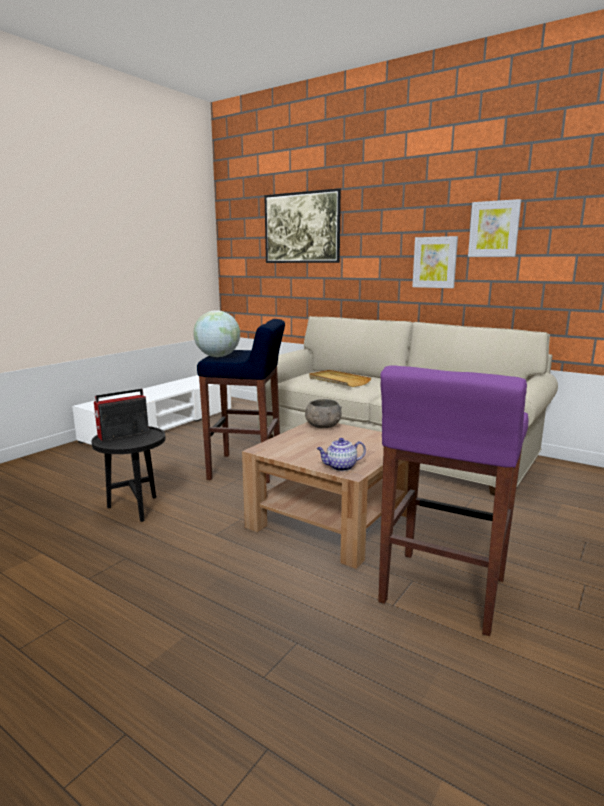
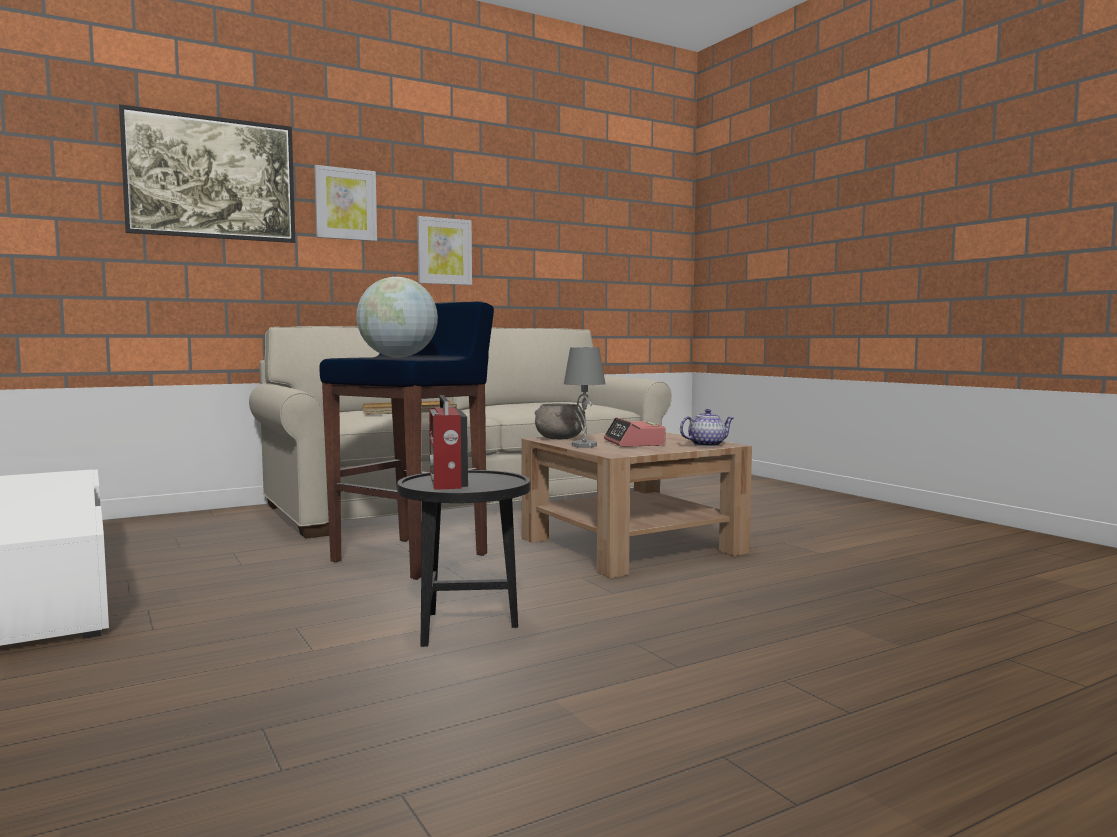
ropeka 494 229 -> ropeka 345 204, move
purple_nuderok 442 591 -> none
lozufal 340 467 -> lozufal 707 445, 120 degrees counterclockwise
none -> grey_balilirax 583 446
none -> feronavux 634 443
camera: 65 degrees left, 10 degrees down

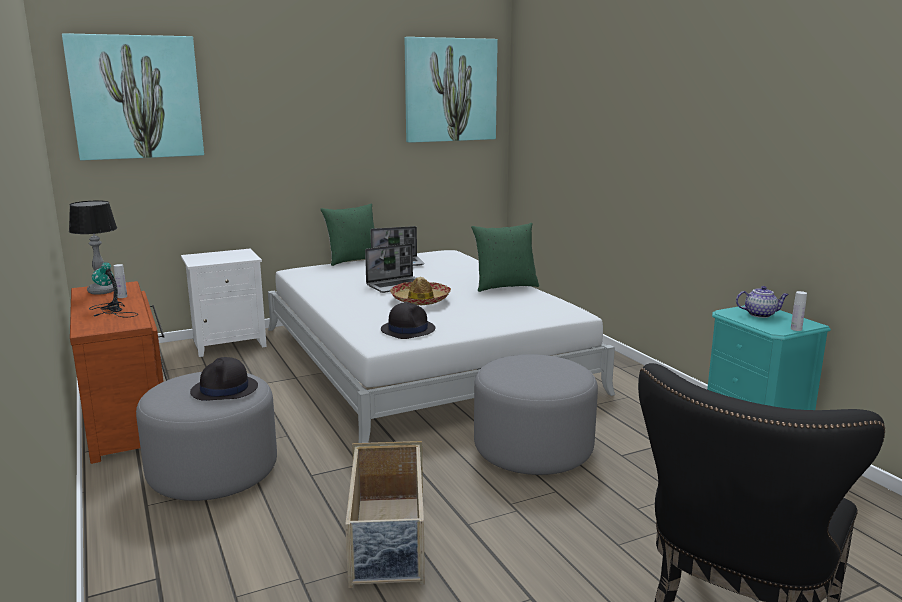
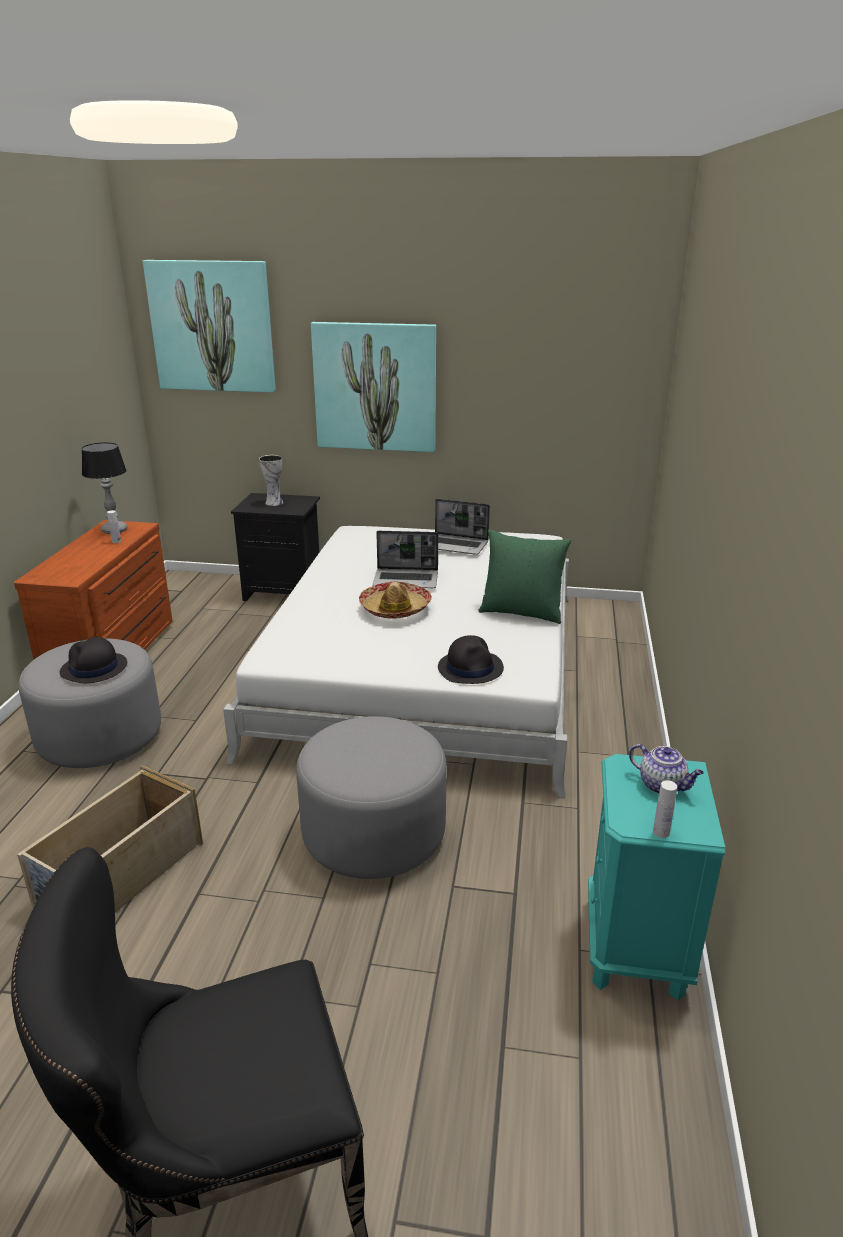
ropeka 450 90 -> ropeka 375 387, move
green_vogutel 353 260 -> none
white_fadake 229 343 -> black_fadake 285 591
balilirax 112 310 -> none
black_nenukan 408 329 -> black_nenukan 470 668, move
none -> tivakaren 274 502
camera: 35 degrees right, 10 degrees up

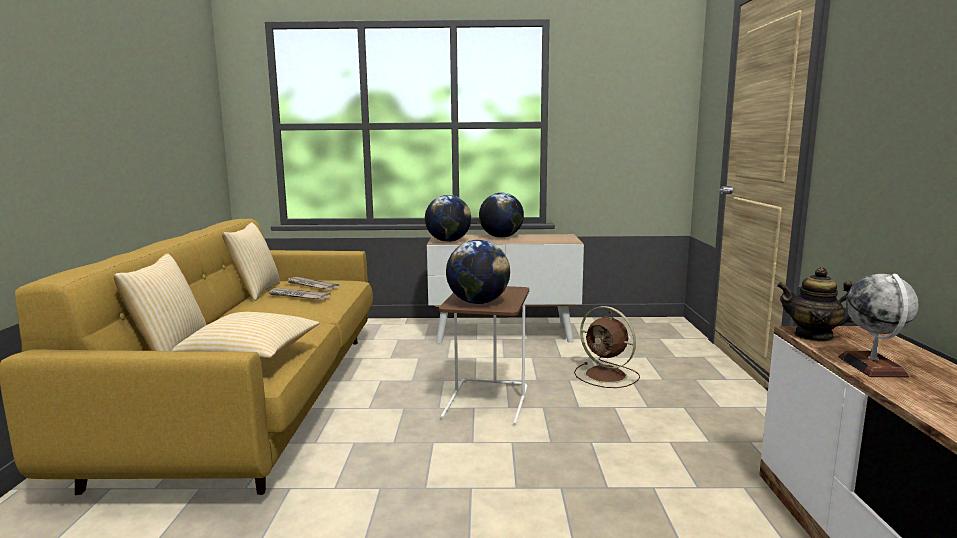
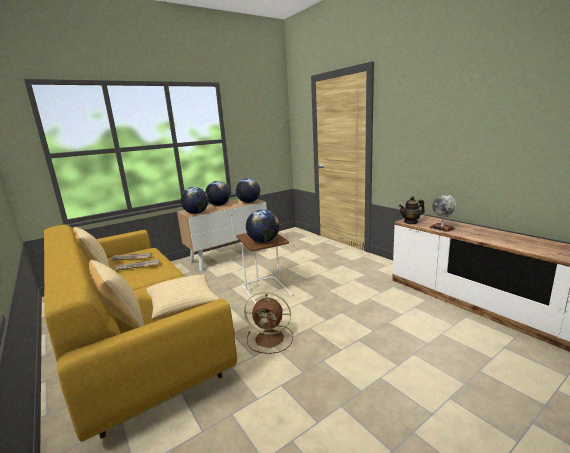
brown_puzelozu 607 375 -> brown_puzelozu 271 339, move
none -> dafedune 249 202
camera: 35 degrees left, 5 degrees up

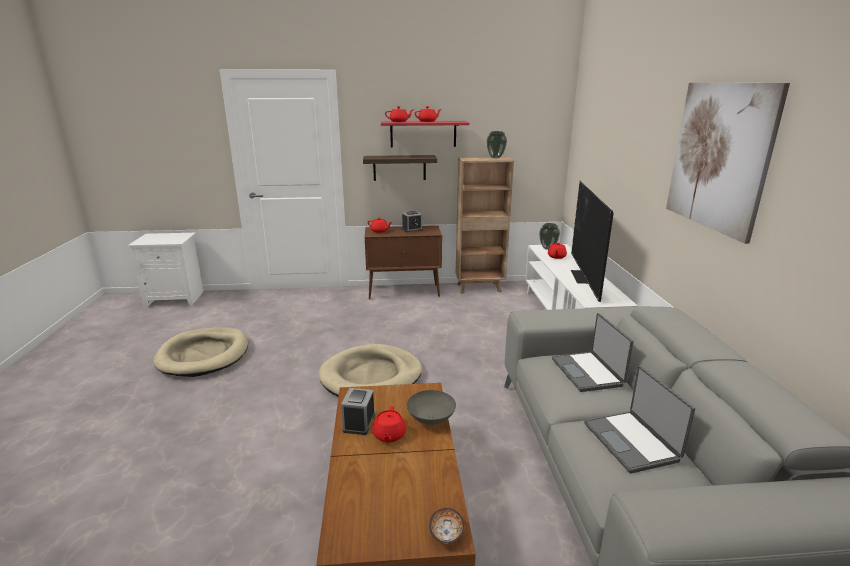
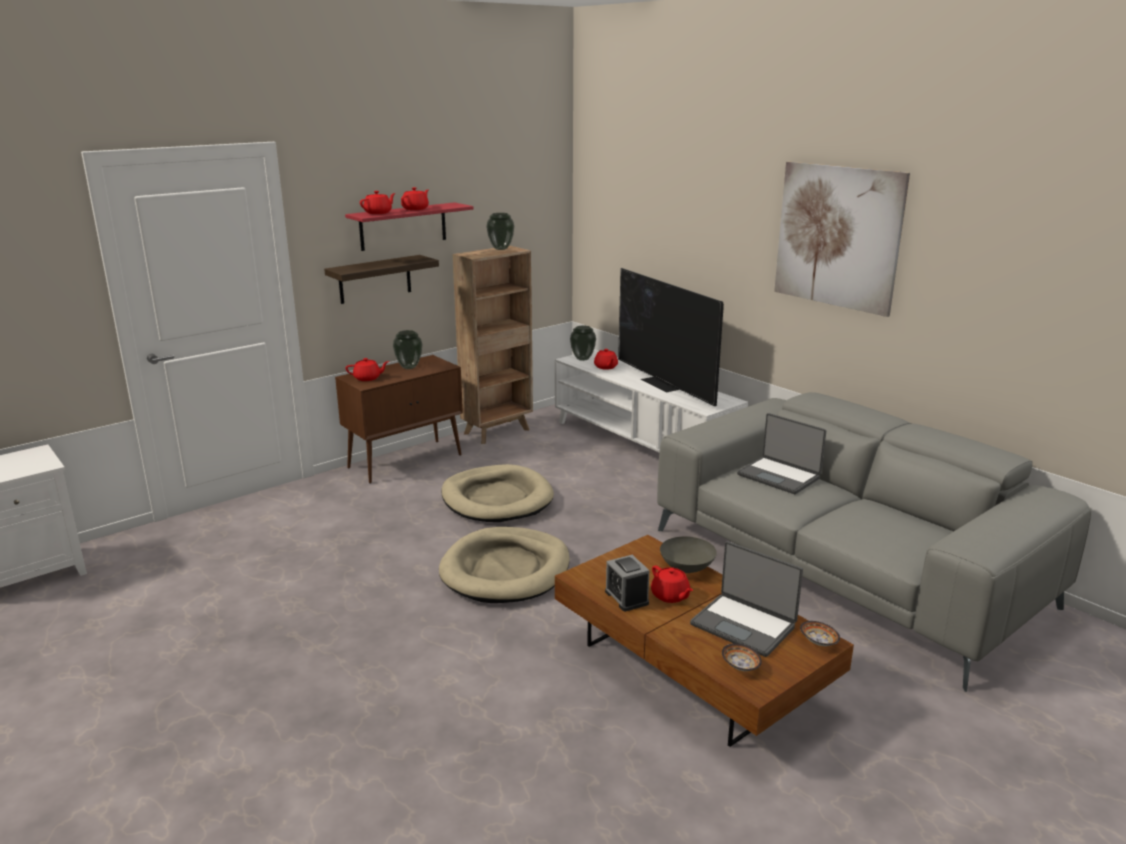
feronavux 412 229 -> tivakaren 409 367
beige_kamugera 204 355 -> beige_kamugera 497 499, move
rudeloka 632 441 -> rudeloka 744 625, move
none -> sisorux 740 666
camera: 35 degrees left, 0 degrees up

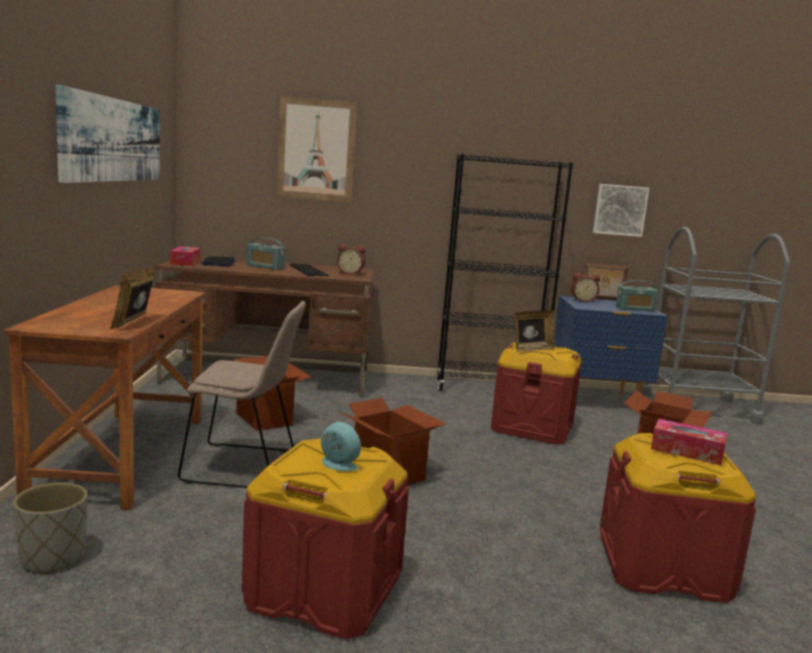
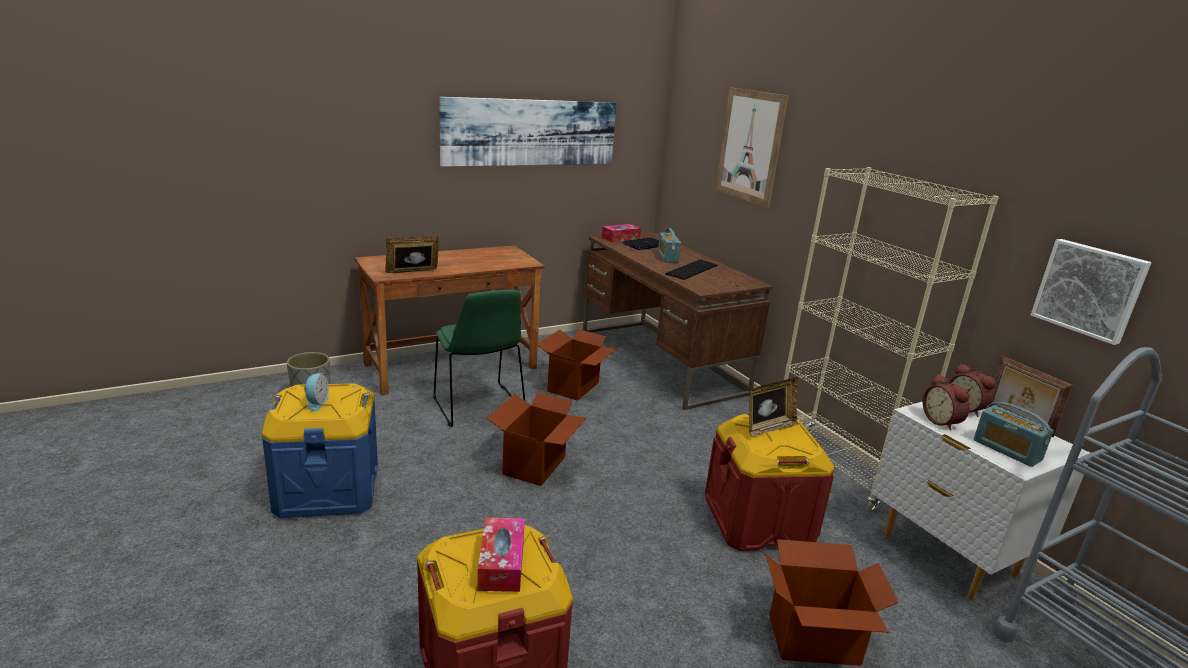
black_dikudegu 488 388 -> beige_dikudegu 837 468
feronavux 350 273 -> feronavux 942 421, move
blue_fadake 597 400 -> white_fadake 947 556
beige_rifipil 244 467 -> green_rifipil 479 407
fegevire 531 349 -> fegevire 768 428, 60 degrees counterclockwise
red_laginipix 323 591 -> blue_laginipix 327 489
camera: 60 degrees right, 10 degrees up

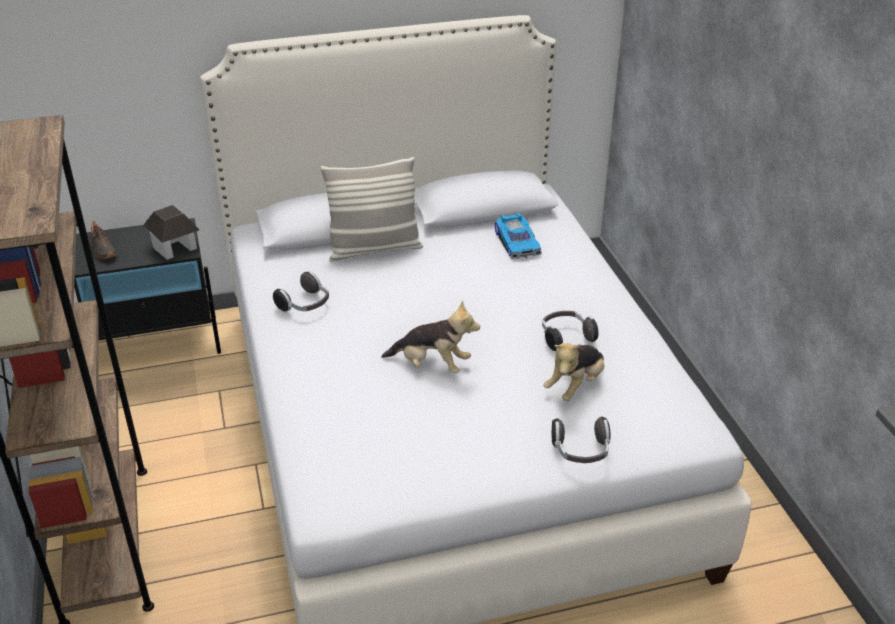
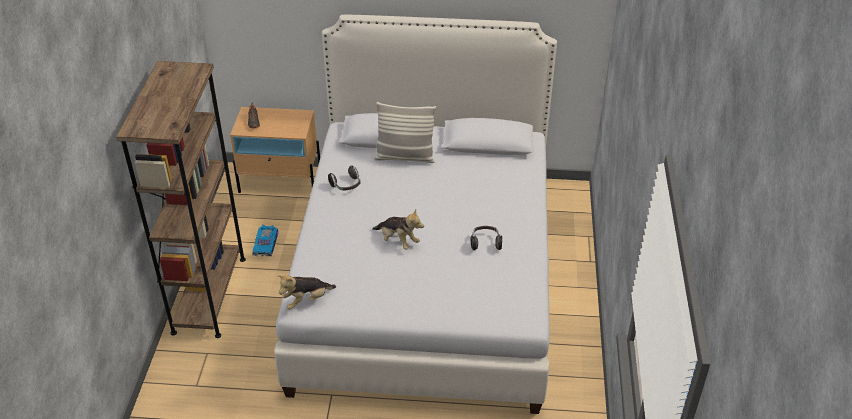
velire 175 248 -> none
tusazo 518 242 -> tusazo 266 244, move
black_fadake 157 344 -> beige_fadake 280 182
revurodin 575 385 -> revurodin 306 300, move
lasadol 581 452 -> none
camera: 20 degrees right, 5 degrees up

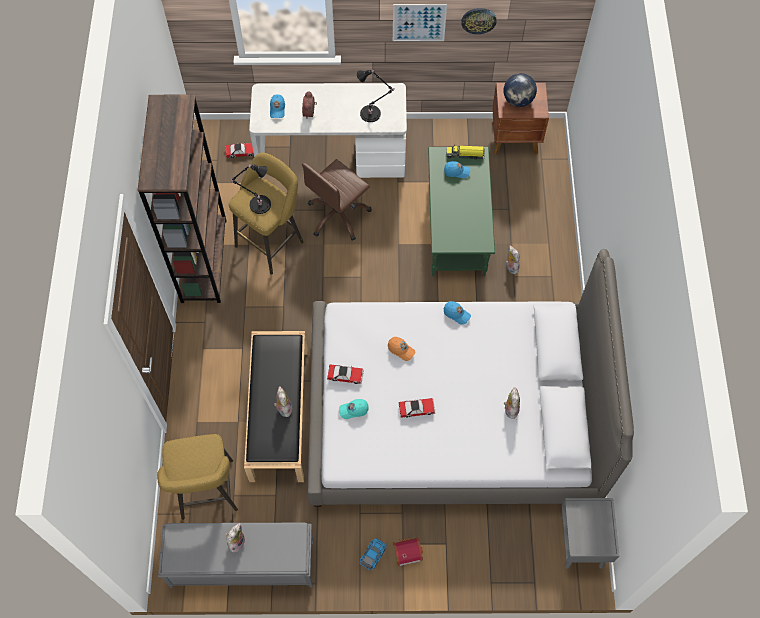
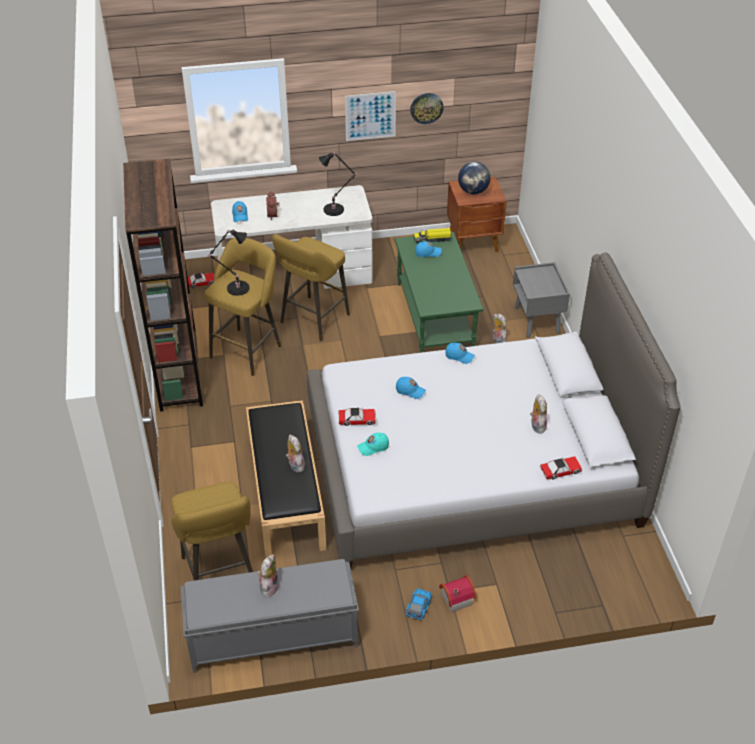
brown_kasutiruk 338 215 -> yellow_nuderok 312 320
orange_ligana 401 350 -> blue_ligana 410 391
tusazo 417 409 -> tusazo 560 471, move
grey_fadake 582 542 -> grey_fadake 537 321, move
camera: 10 degrees left, 20 degrees down

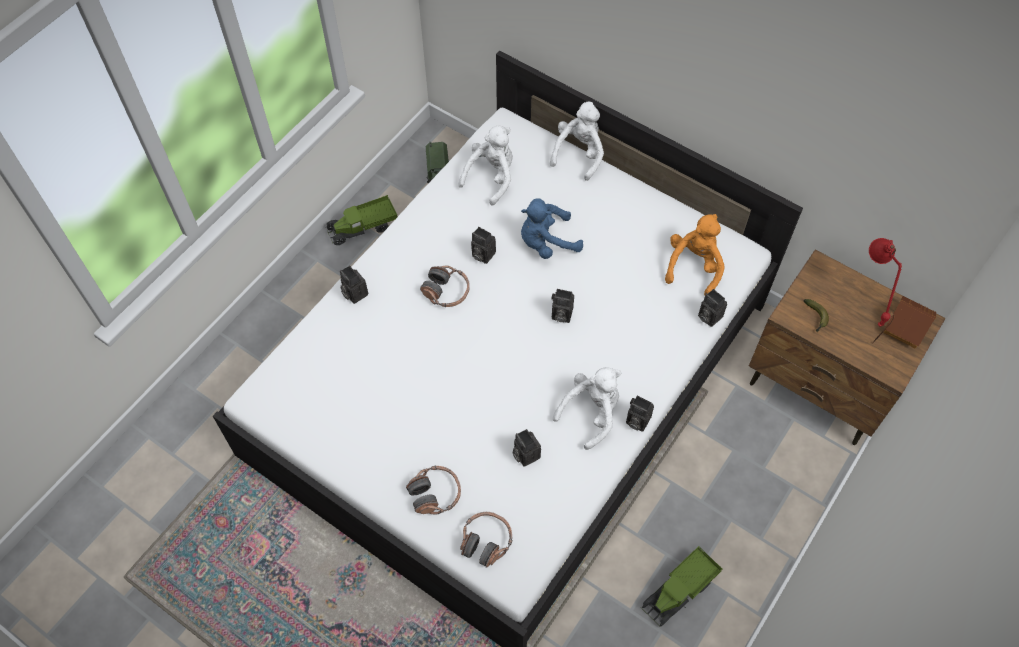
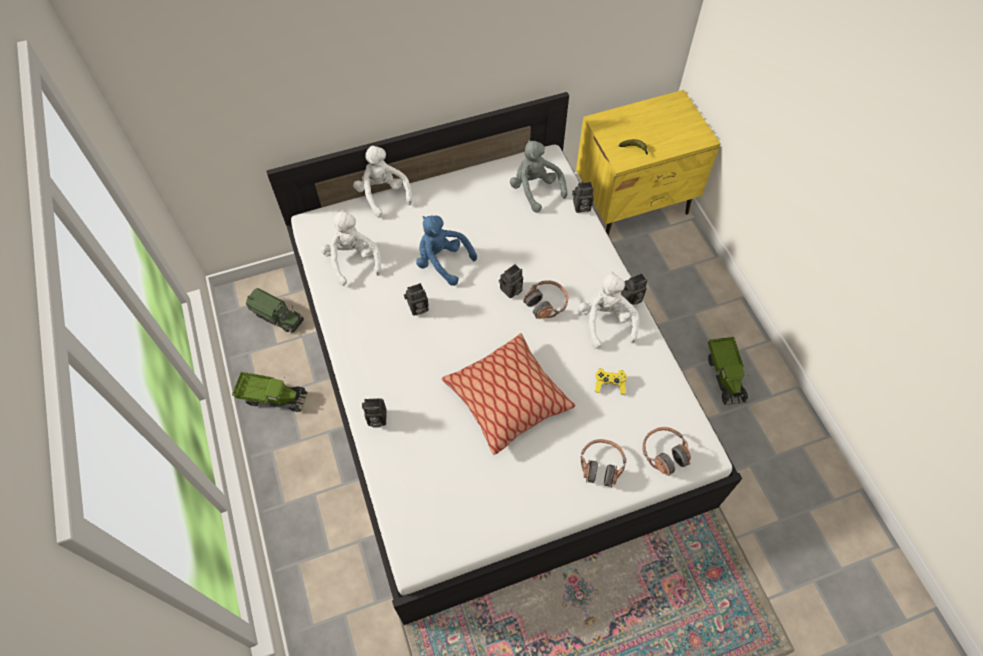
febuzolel 363 228 -> febuzolel 273 397, 90 degrees counterclockwise
blue_revurodin 546 242 -> blue_revurodin 442 261, 105 degrees clockwise
orange_revurodin 694 266 -> grey_revurodin 535 190
red_balilirax 860 319 -> none
brown_fadake 820 385 -> yellow_fadake 634 202
lasadol 446 292 -> lasadol 546 303, move
velire 907 327 -> none
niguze 525 454 -> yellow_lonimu 609 384
none -> vogutel 507 398
camera: 55 degrees left, 0 degrees up

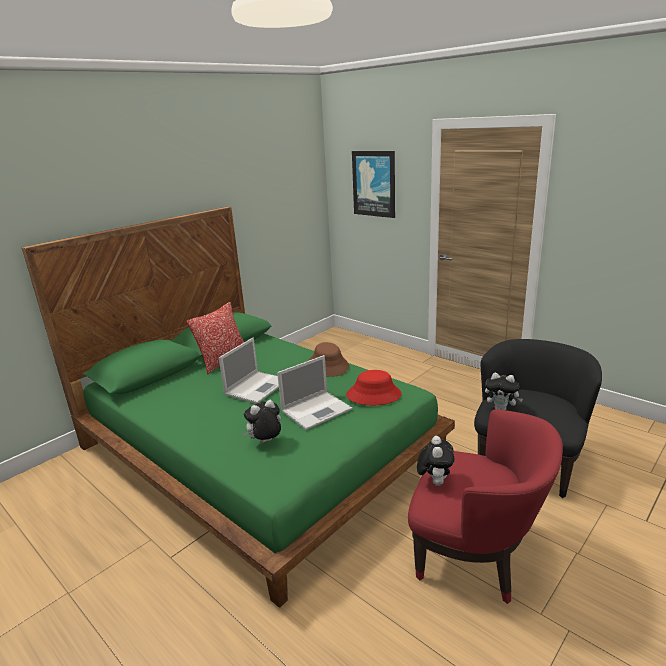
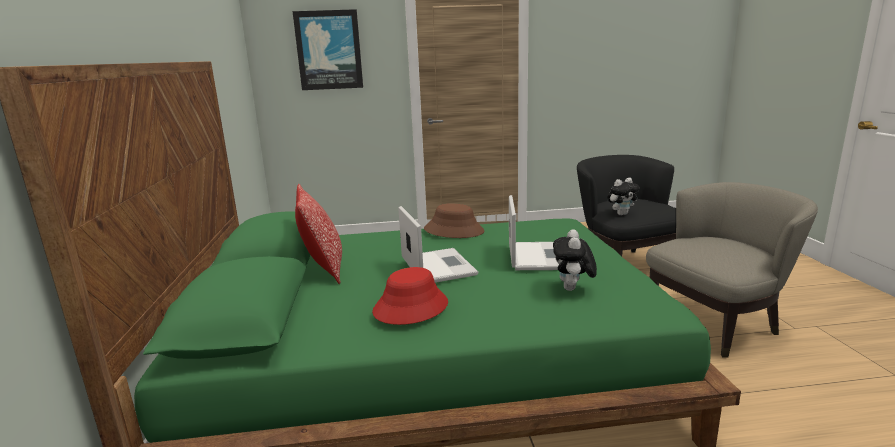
red_nenukan 373 395 -> red_nenukan 410 307, move
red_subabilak 476 556 -> beige_subabilak 716 324
revurodin 434 481 -> none
camera: 50 degrees left, 5 degrees down

